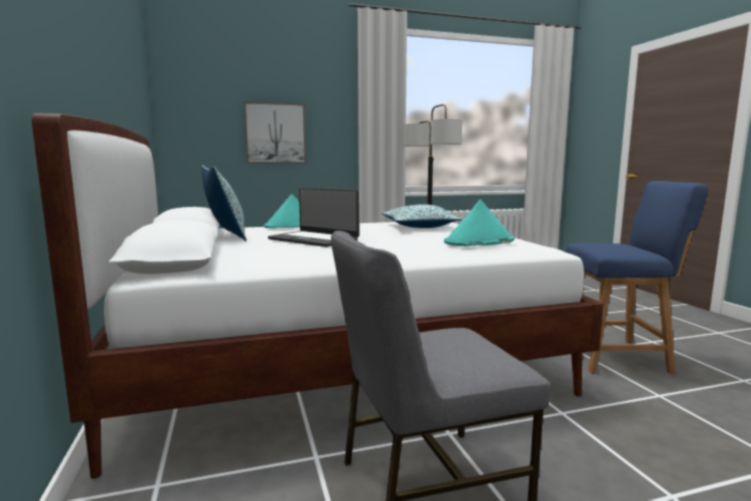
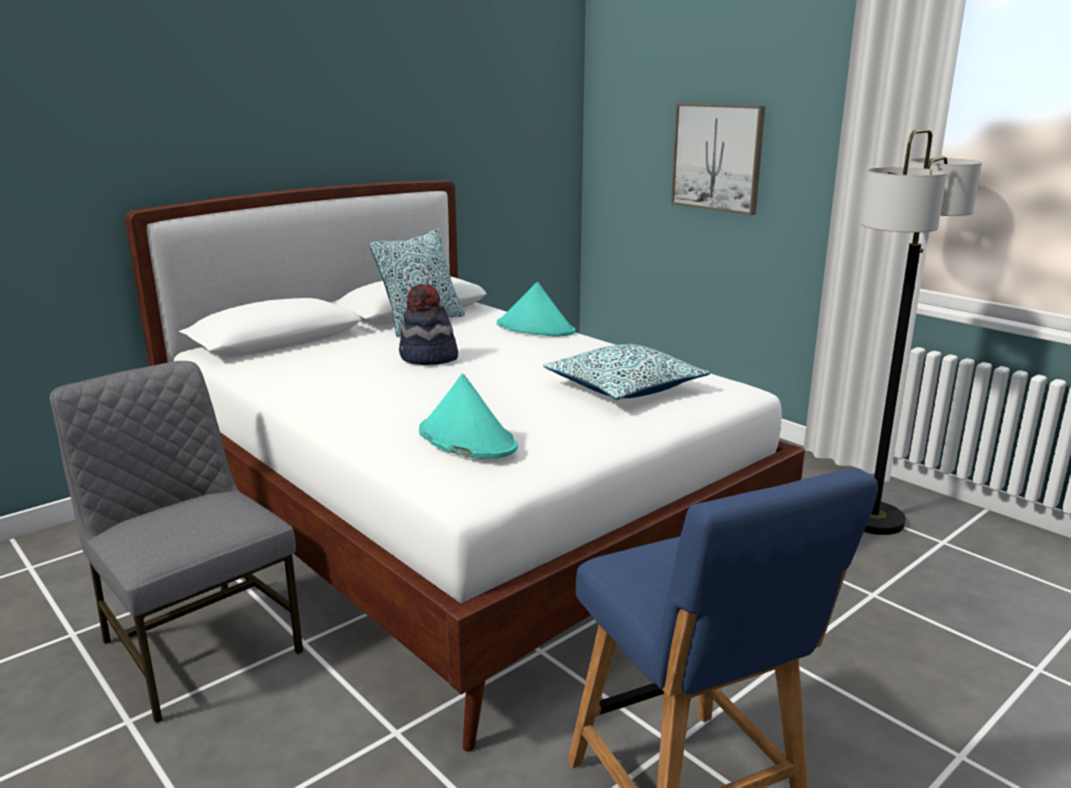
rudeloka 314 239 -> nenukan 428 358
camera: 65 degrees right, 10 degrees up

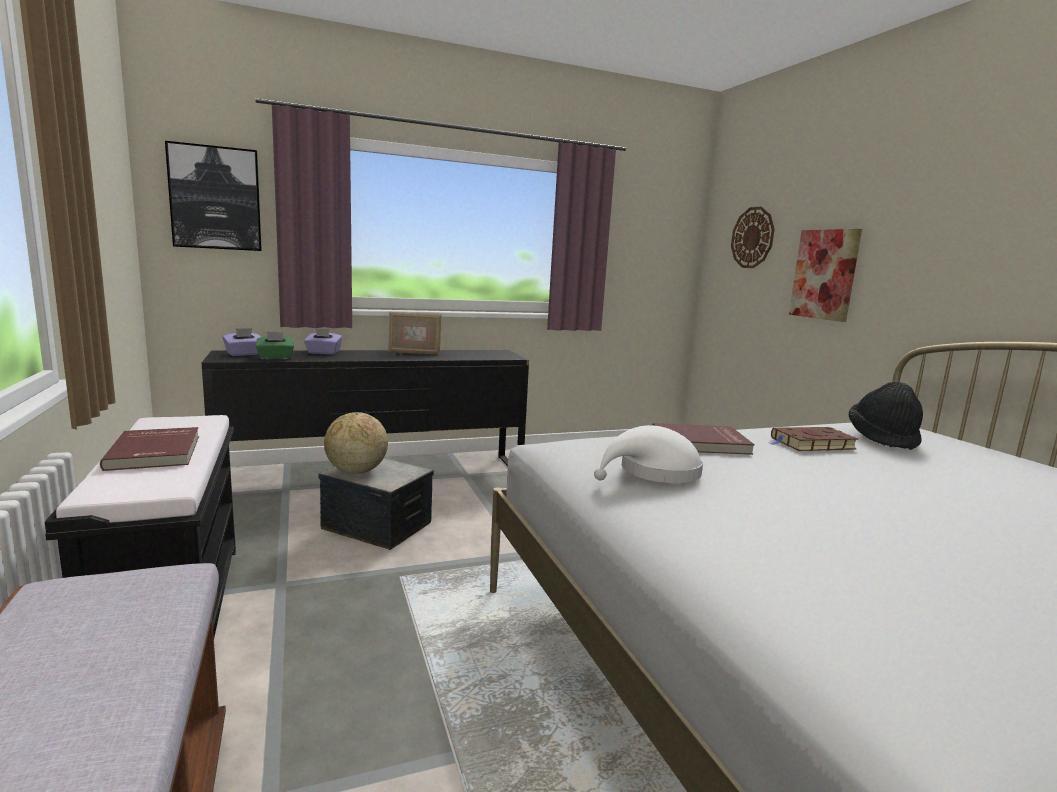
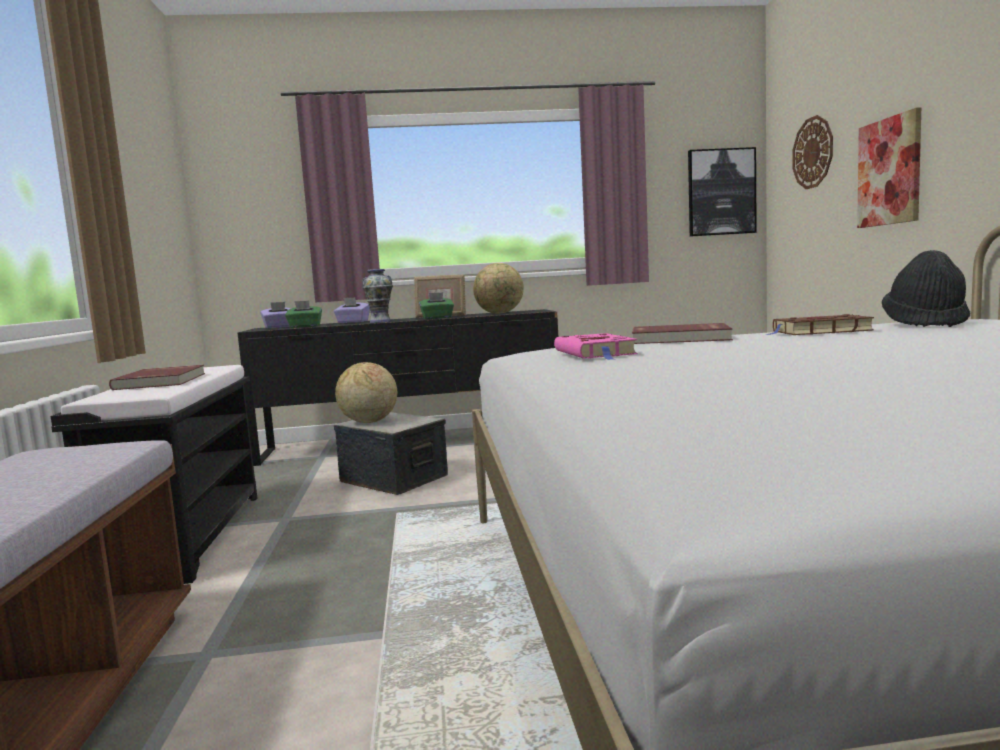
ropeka 215 198 -> ropeka 721 192, move
white_nenukan 654 473 -> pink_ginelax 596 353
none -> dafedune 500 313
none -> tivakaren 380 322
none -> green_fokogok 437 318
camera: 15 degrees right, 5 degrees down

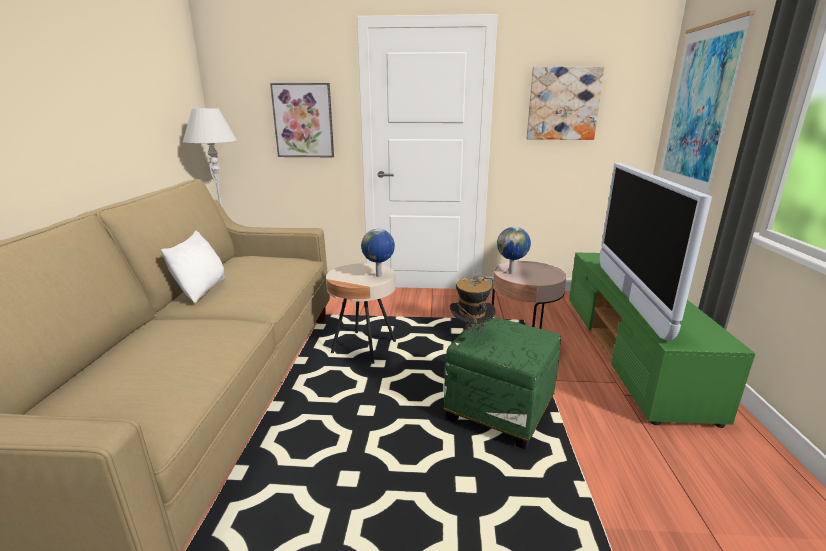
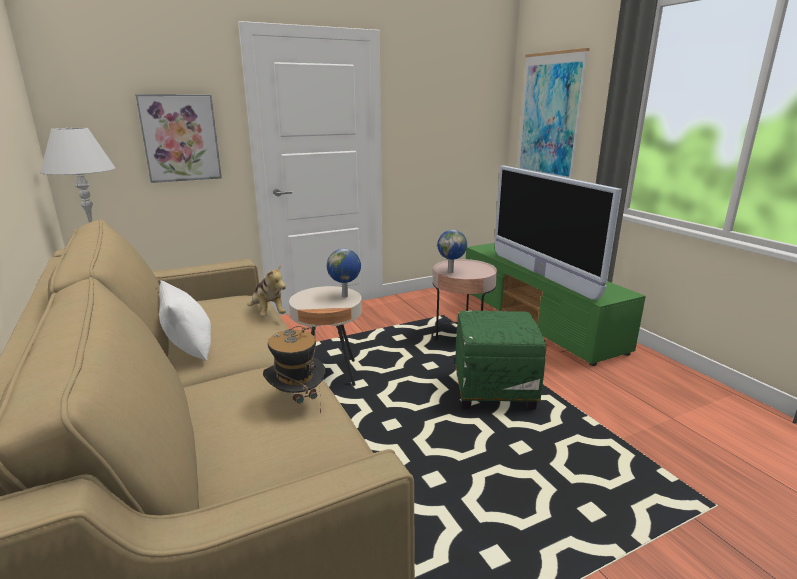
ropeka 563 104 -> none
nenukan 471 334 -> nenukan 297 403, move
none -> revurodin 268 313
camera: 30 degrees left, 0 degrees up

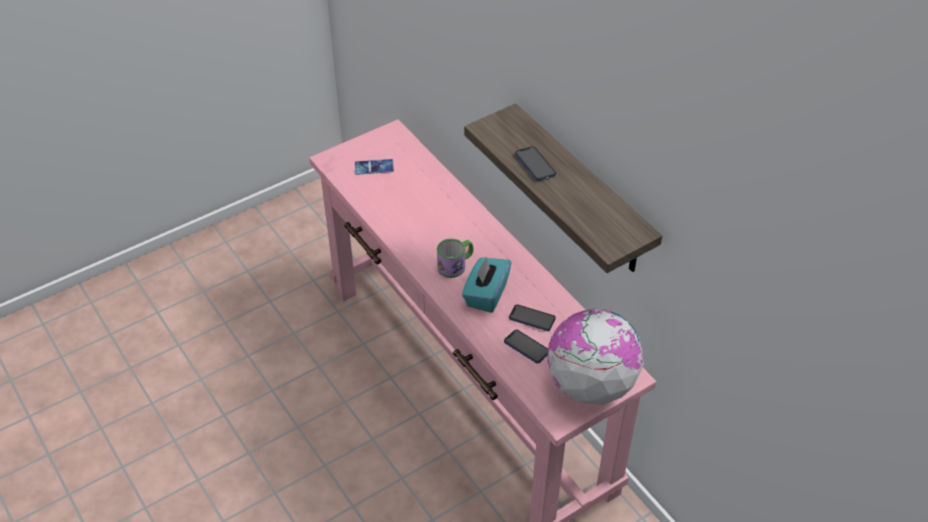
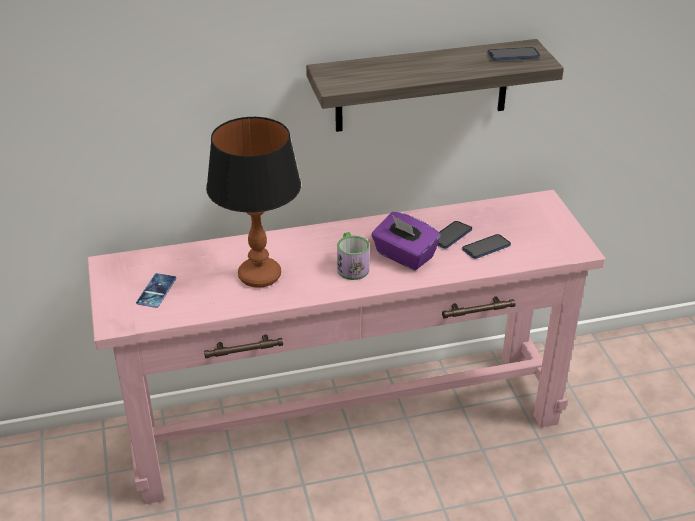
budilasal 535 164 -> budilasal 513 55, move
turquoise_fokogok 486 294 -> purple_fokogok 404 256
dafedune 590 385 -> none
none -> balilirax 259 276
camera: 70 degrees left, 10 degrees down

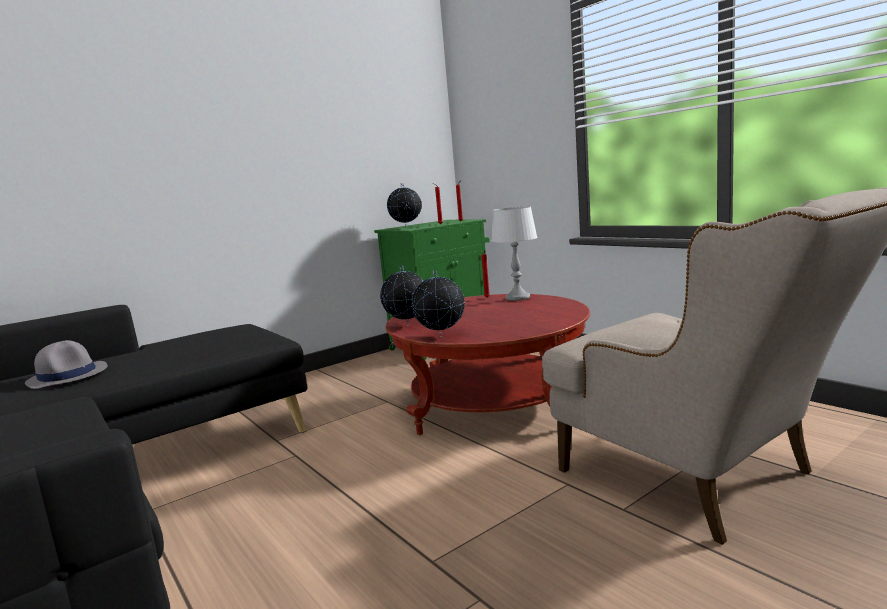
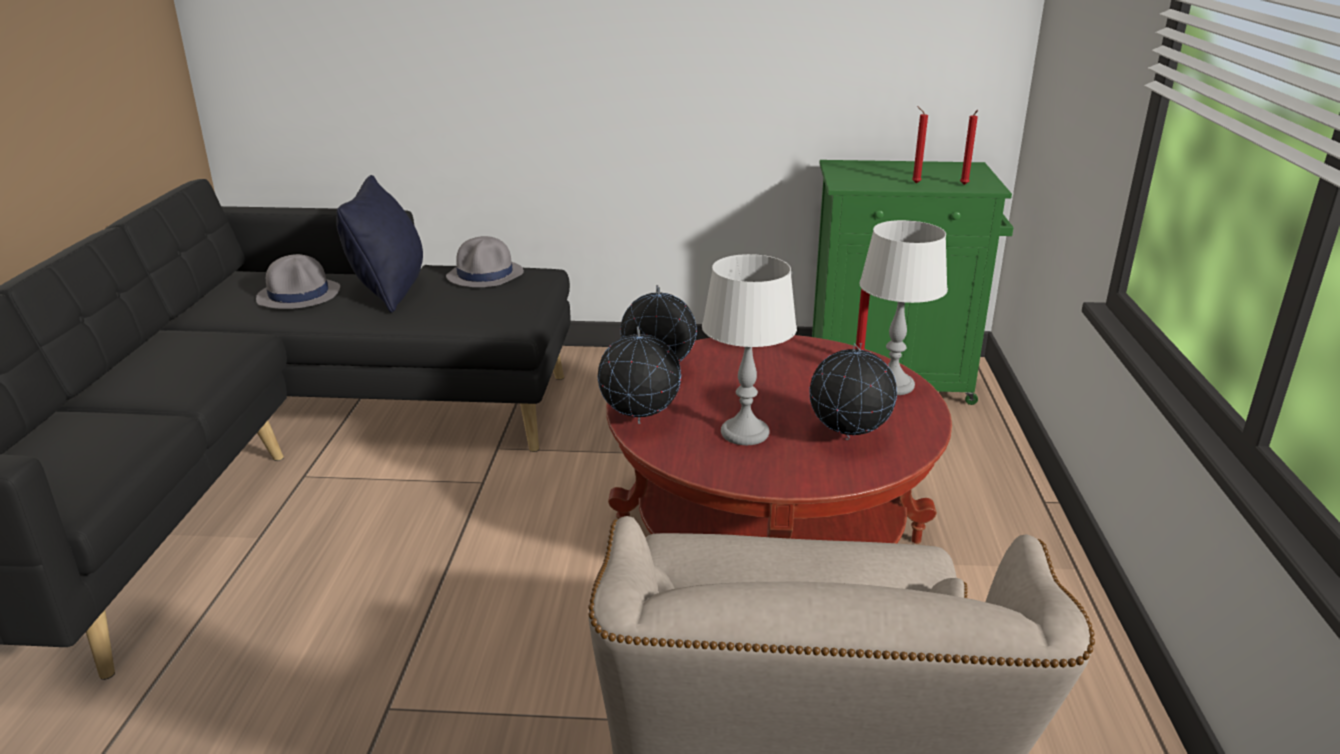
dafedune 406 227 -> dafedune 848 440, move
none -> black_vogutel 390 291
none -> grey_nenukan 486 275
none -> grey_balilirax 745 433
camera: 40 degrees right, 15 degrees up

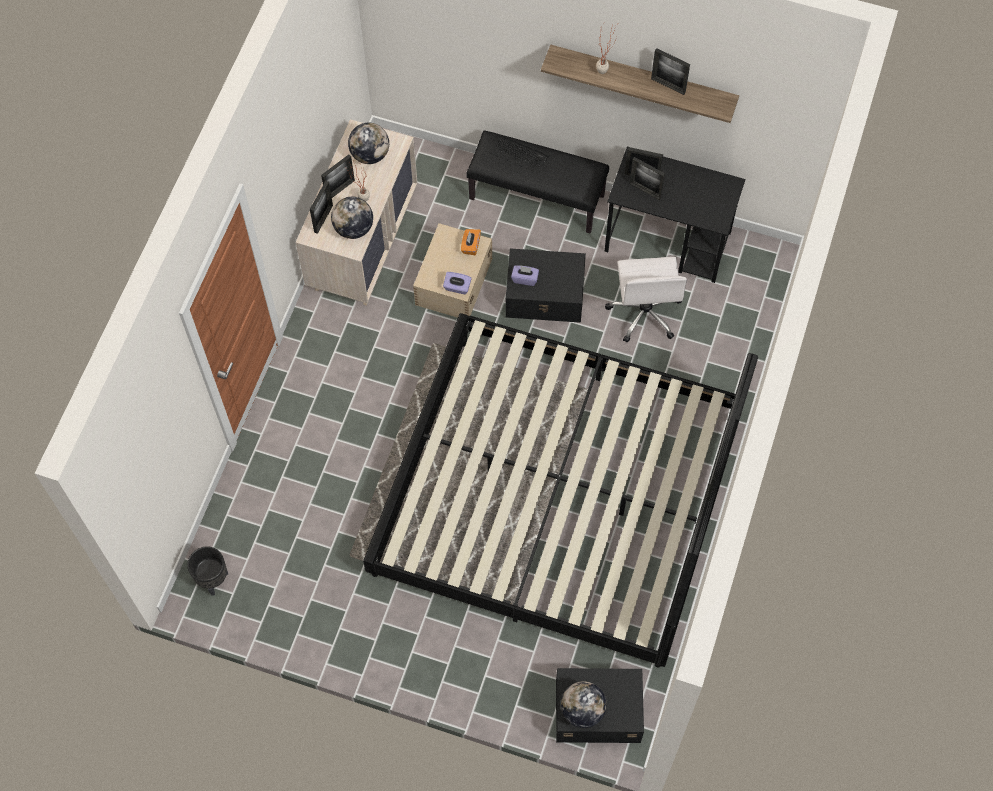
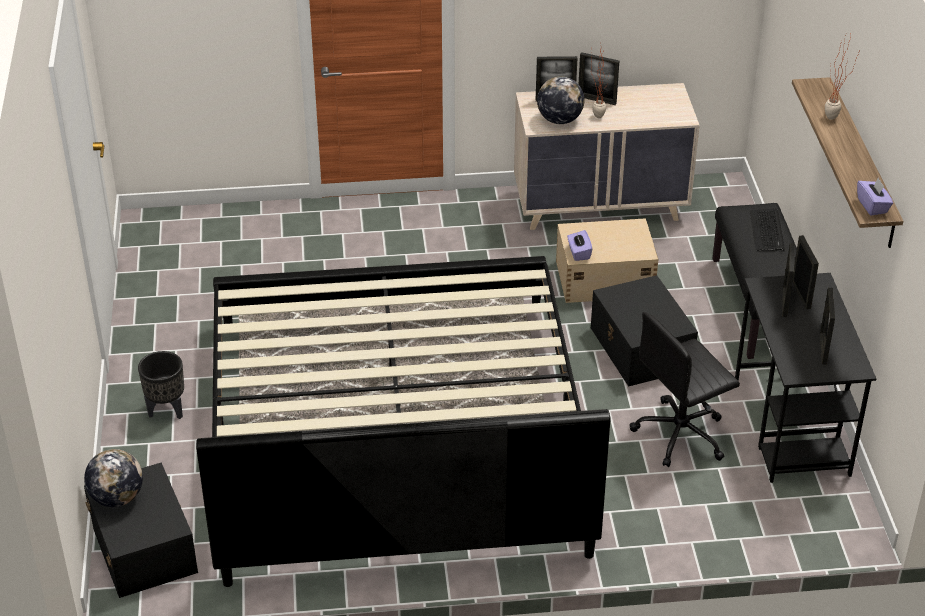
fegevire 668 85 -> fegevire 823 348, move
dafedune 370 154 -> none
orange_fokogok 470 246 -> none
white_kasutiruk 644 312 -> black_kasutiruk 681 434
purple_fokogok 525 279 -> purple_fokogok 872 206, move
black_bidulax 213 580 -> black_bidulax 167 410, move
camera: 65 degrees right, 25 degrees down

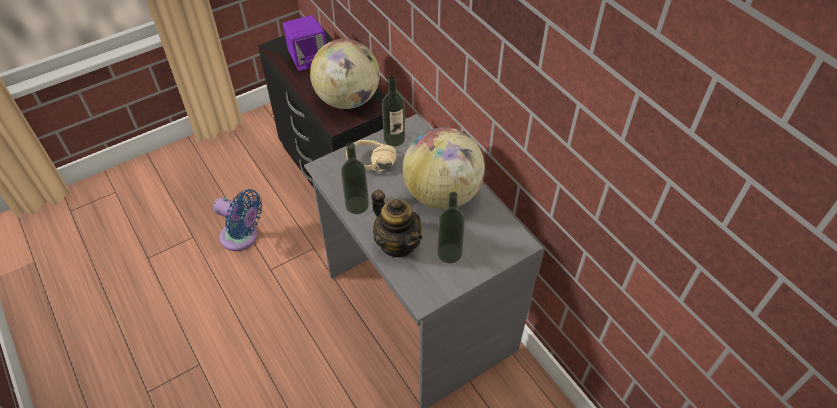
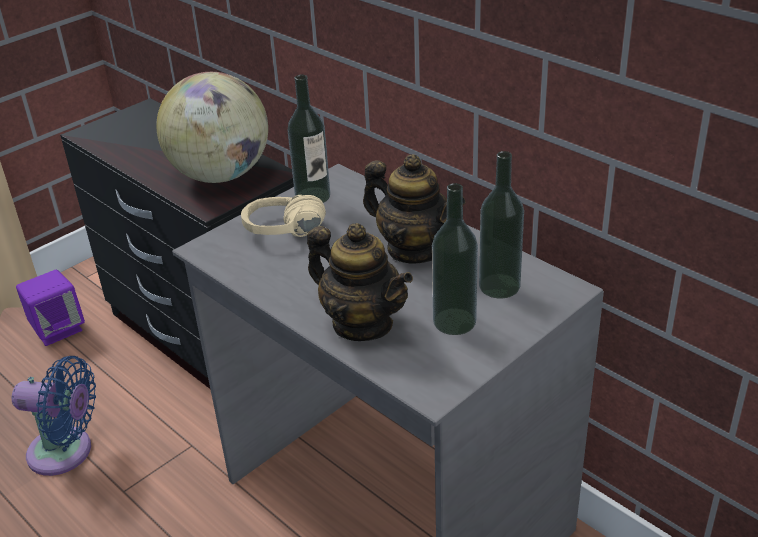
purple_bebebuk 308 60 -> purple_bebebuk 58 329, move
dafedune 442 194 -> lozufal 414 250
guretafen 357 205 -> guretafen 499 286, move
camera: 10 degrees left, 15 degrees down

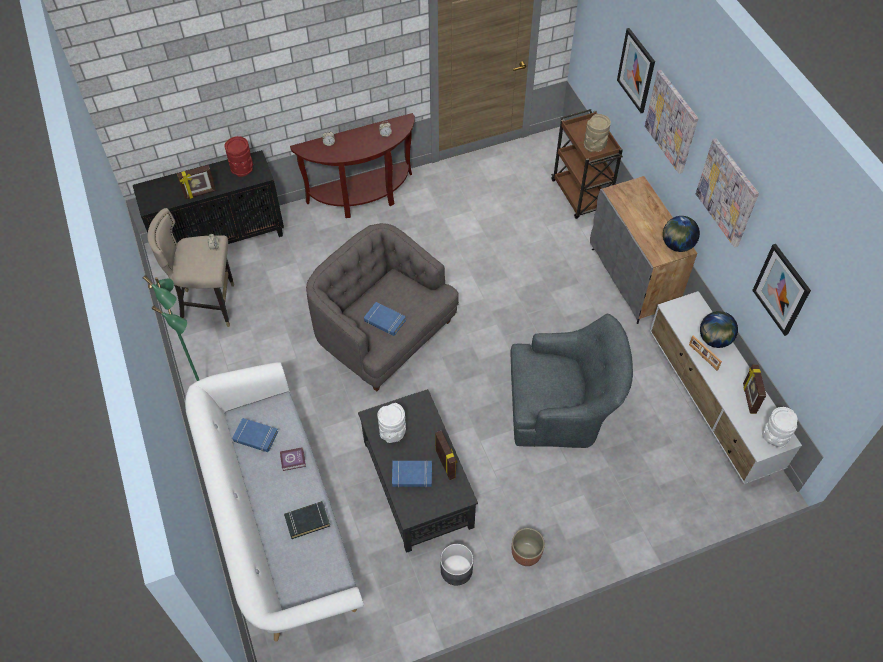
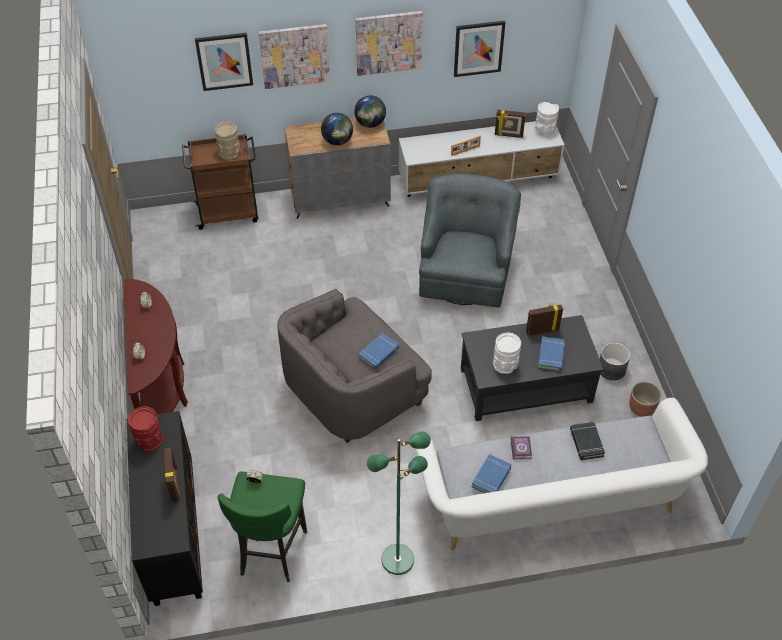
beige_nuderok 209 305 -> green_nuderok 271 550
dafedune 714 339 -> dafedune 337 141, move
bidulax 526 554 -> bidulax 641 408, move
camera: 80 degrees left, 5 degrees down

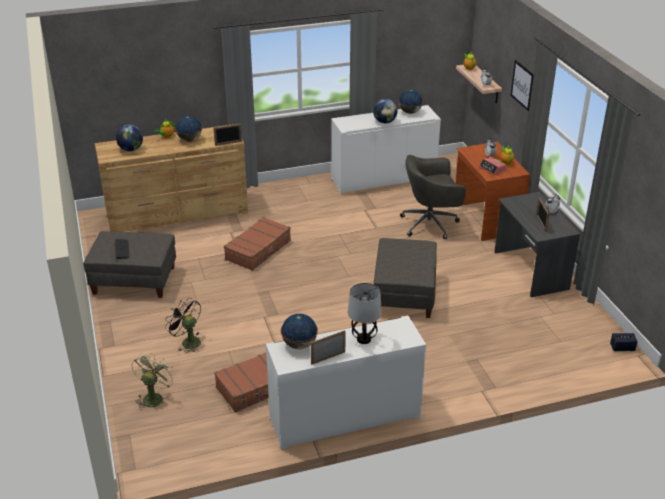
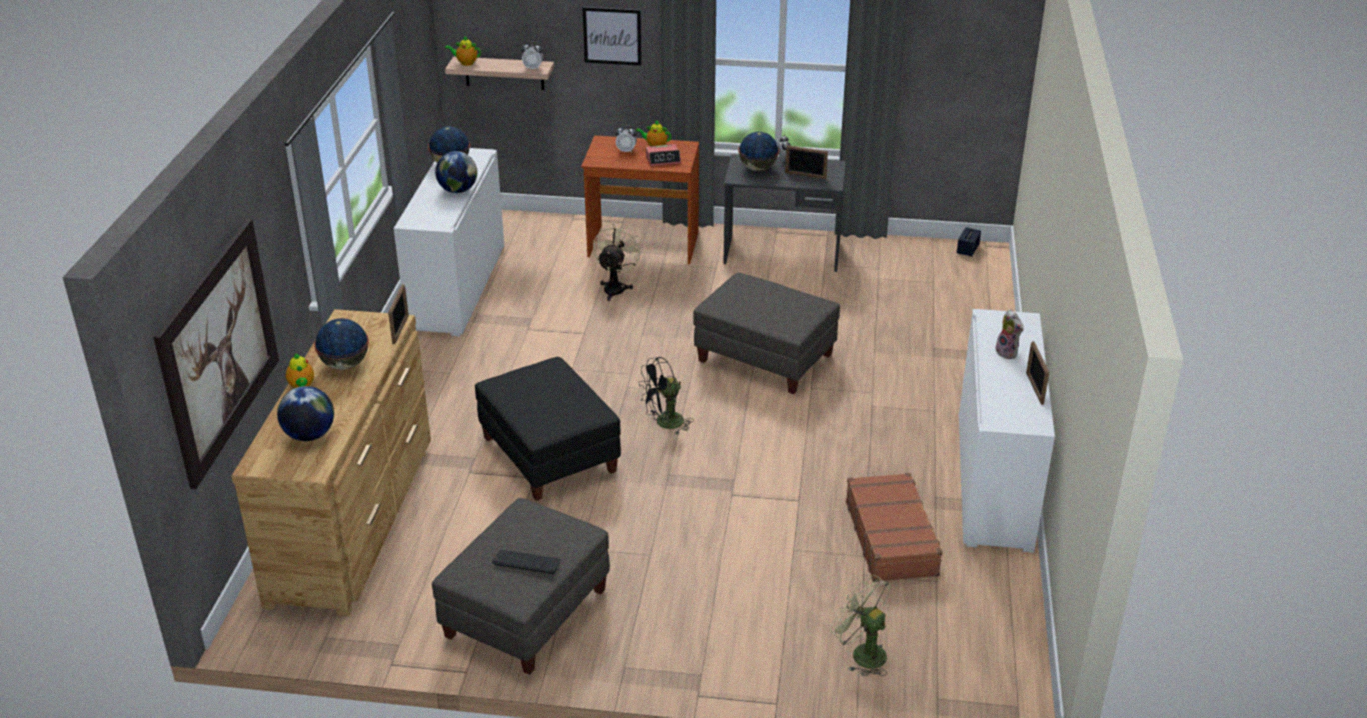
grey_kasutiruk 431 224 -> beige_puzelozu 616 287
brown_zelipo 259 250 -> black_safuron 549 455
balilirax 363 339 -> revurodin 1008 353
black_puzelozu 187 342 -> black_puzelozu 664 423, move
dafedune 299 345 -> dafedune 758 169, move
none -> ropeka 219 349
camera: 65 degrees left, 0 degrees up

